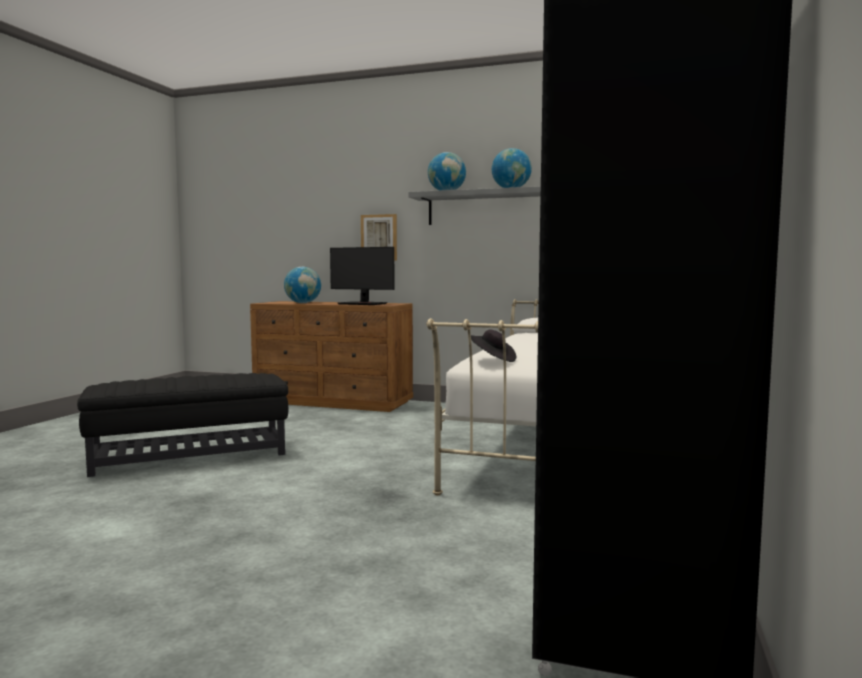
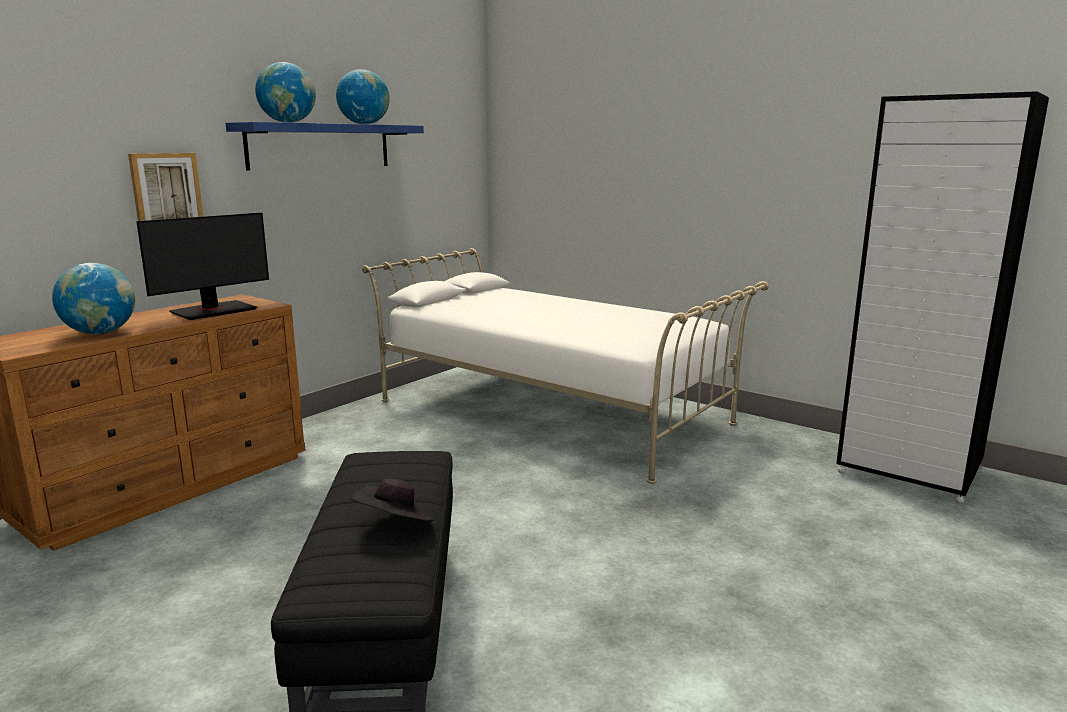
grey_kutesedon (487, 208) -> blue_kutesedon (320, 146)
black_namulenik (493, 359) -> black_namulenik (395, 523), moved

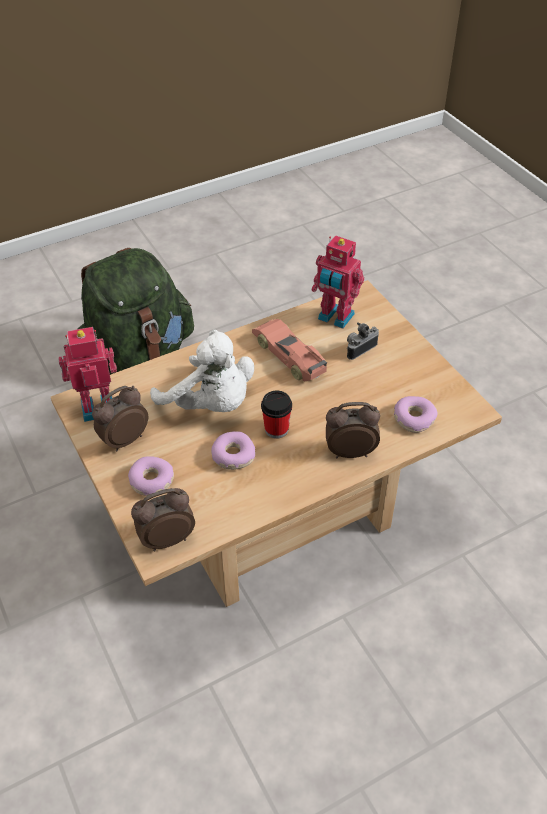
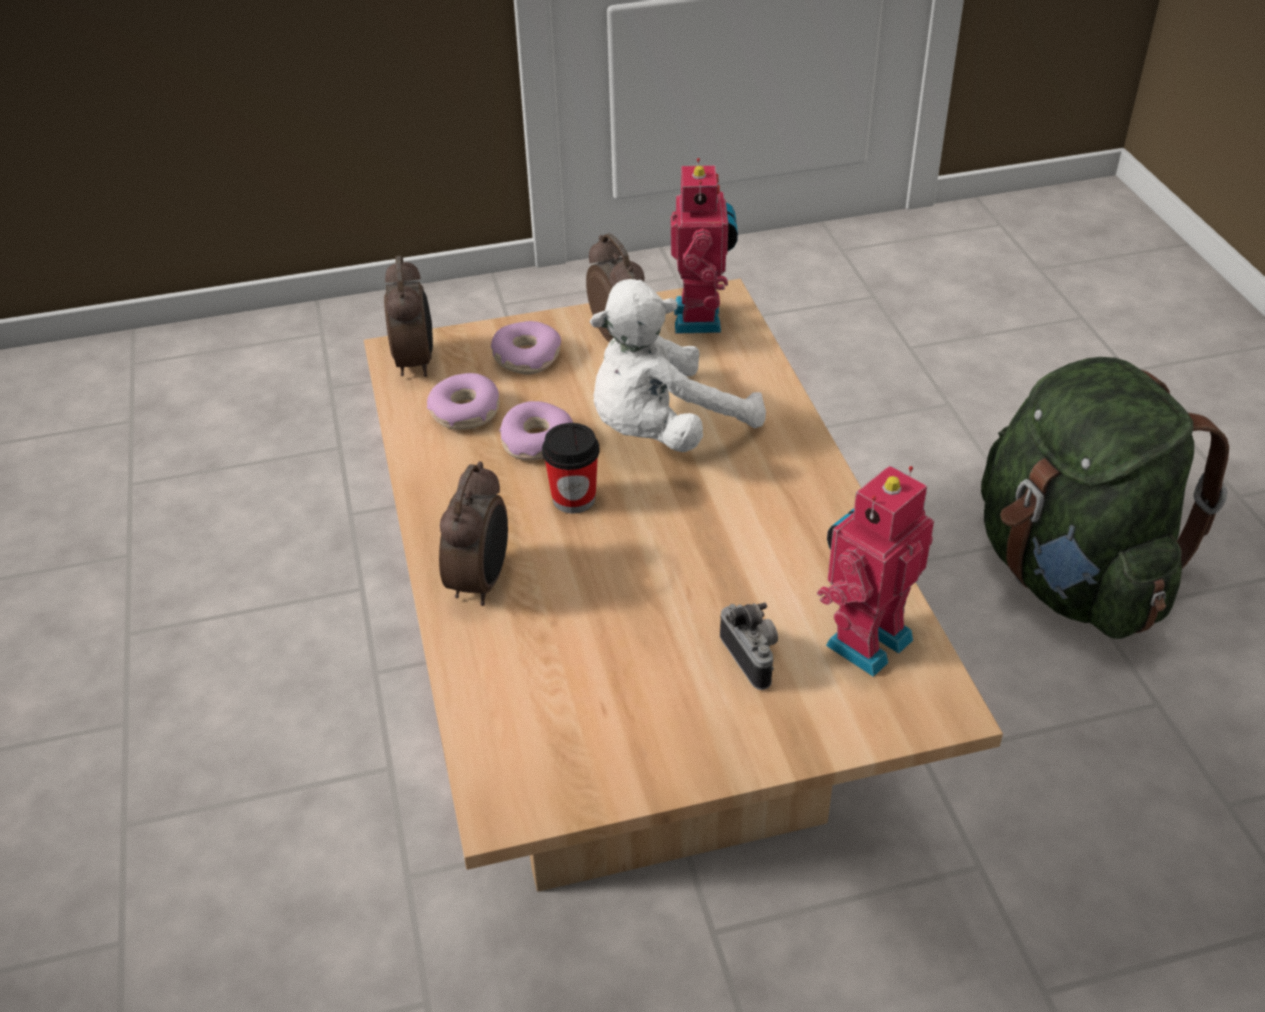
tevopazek (289, 356) -> none
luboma (413, 418) -> luboma (465, 412), moved

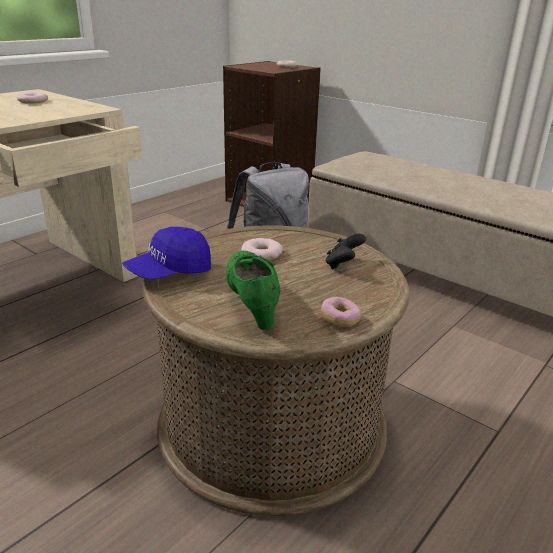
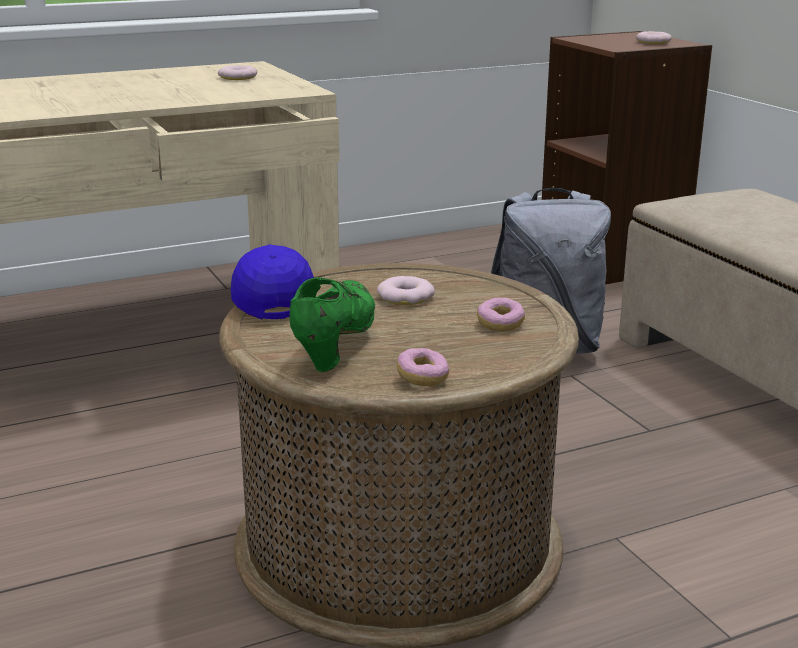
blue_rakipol (169, 272) -> blue_rakipol (272, 299), 90 degrees clockwise
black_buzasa (343, 265) -> luboma (500, 324)

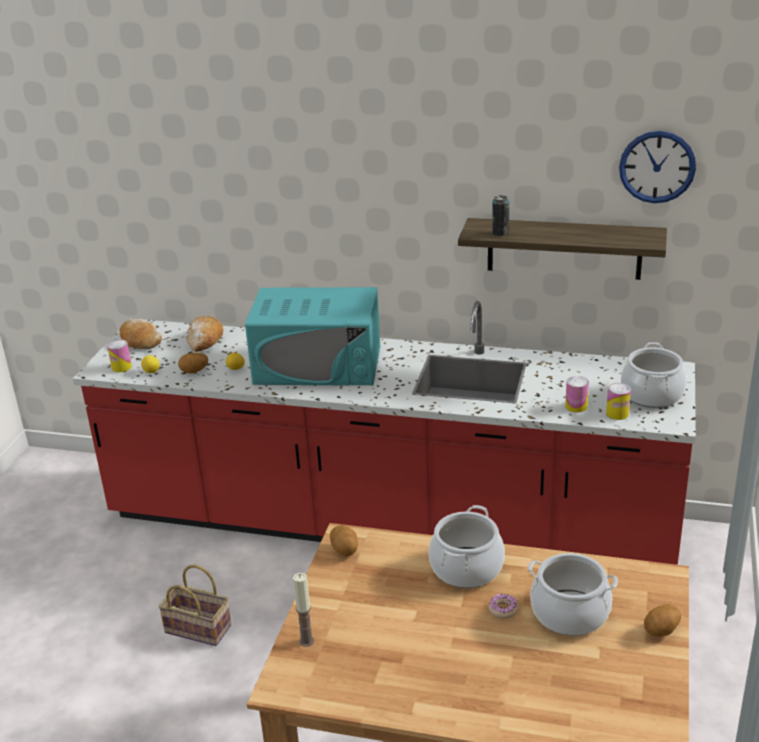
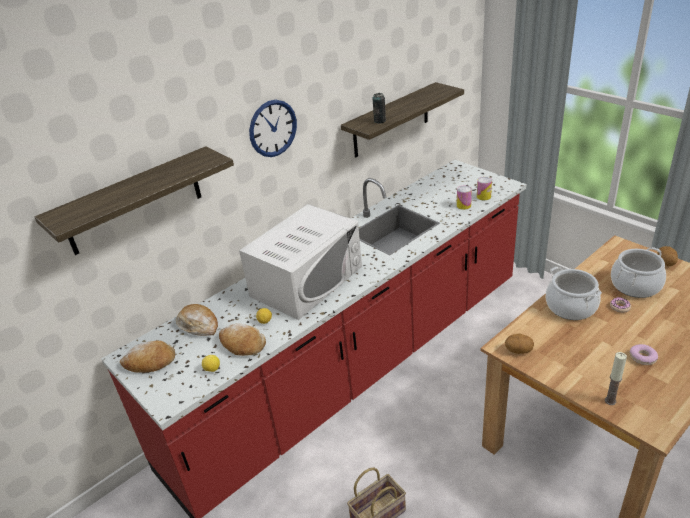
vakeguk (121, 367) -> none
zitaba (194, 371) -> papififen (242, 344)
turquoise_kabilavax (318, 365) -> white_kabilavax (307, 281)
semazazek (657, 167) -> semazazek (273, 128), moved
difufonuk (651, 395) -> none
none -> kutesedon (134, 201)
none -> luboma (642, 357)

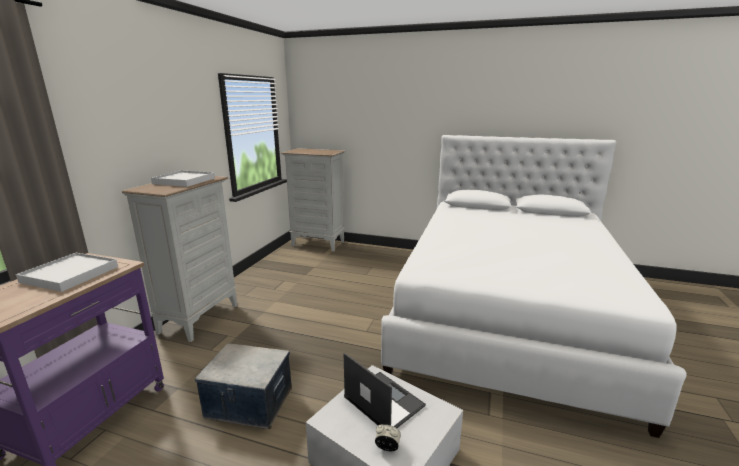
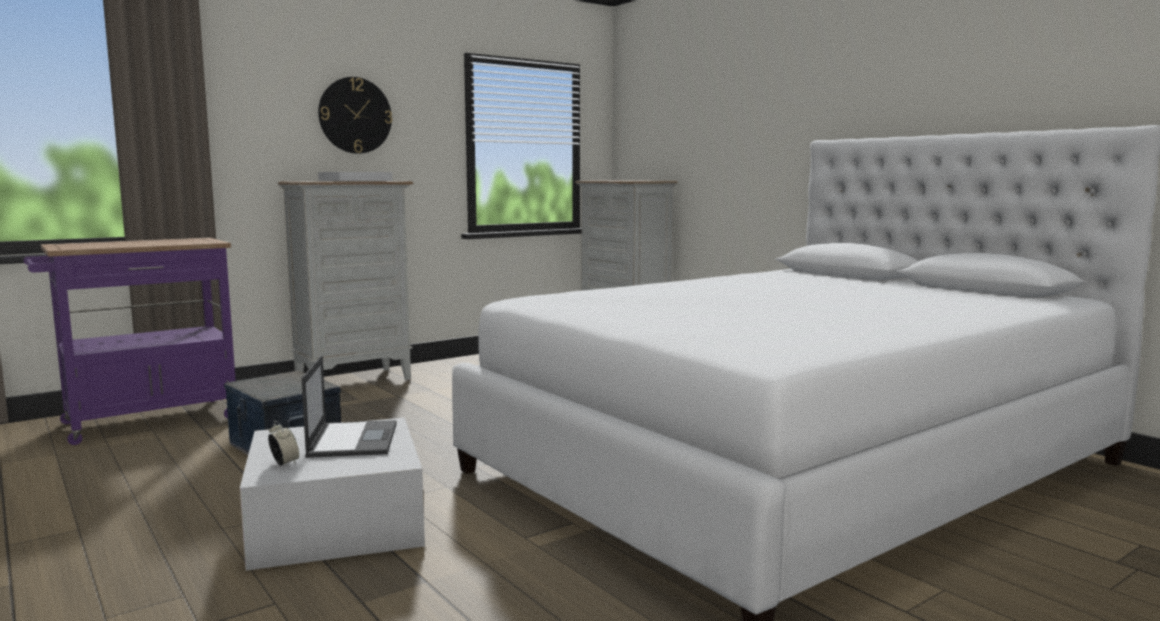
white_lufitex (70, 274) -> none
none -> semazazek (355, 115)

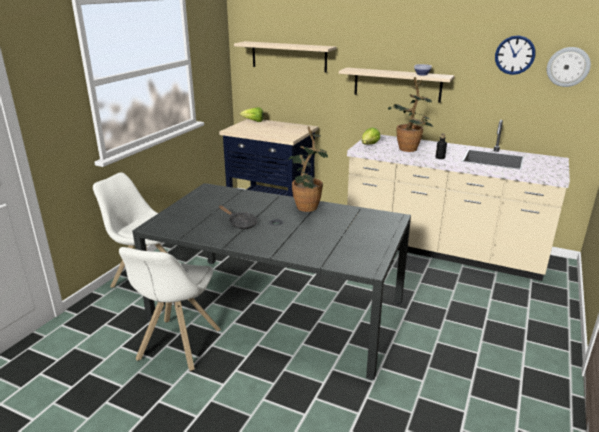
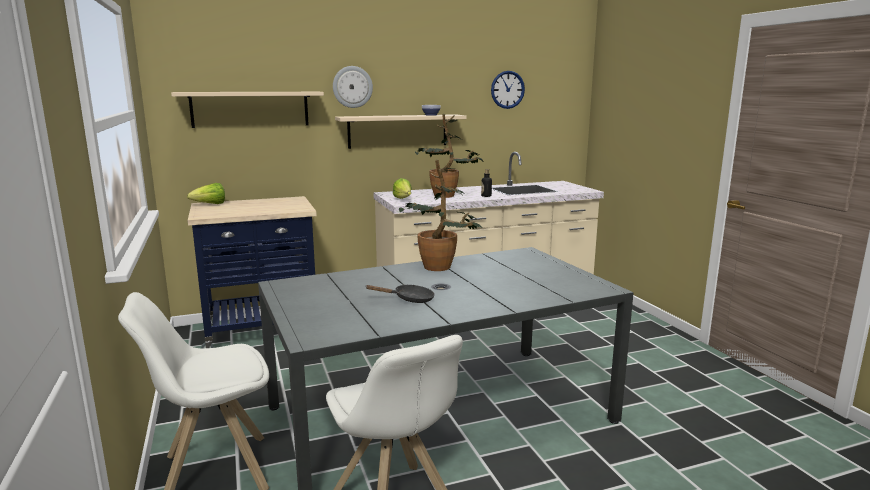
semazazek (568, 67) -> semazazek (352, 87), moved

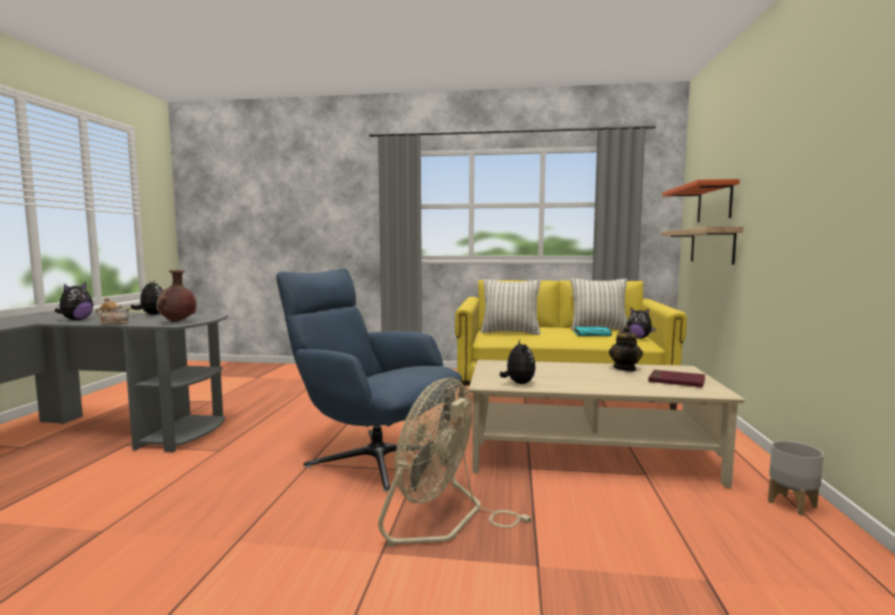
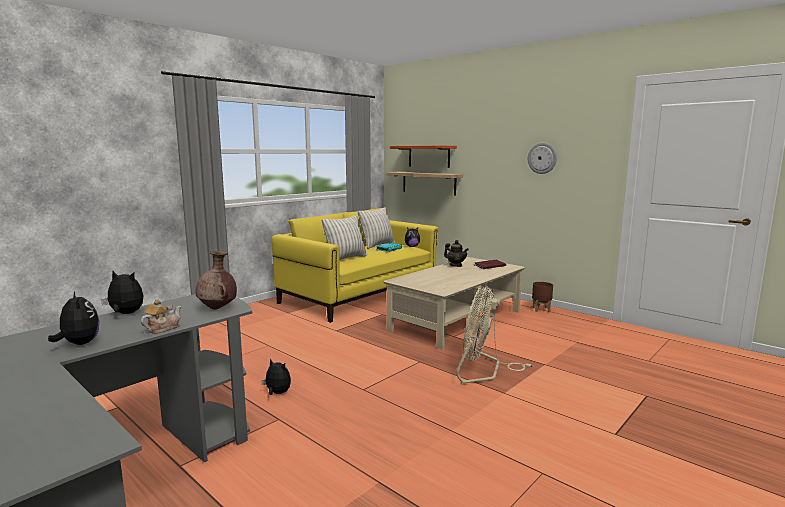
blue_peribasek (374, 456) -> none
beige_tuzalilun (451, 516) -> beige_tuzalilun (485, 368), 45 degrees clockwise
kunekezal (518, 383) -> kunekezal (277, 393), moved
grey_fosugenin (793, 504) -> brown_fosugenin (541, 309)
none -> semazazek (542, 158)

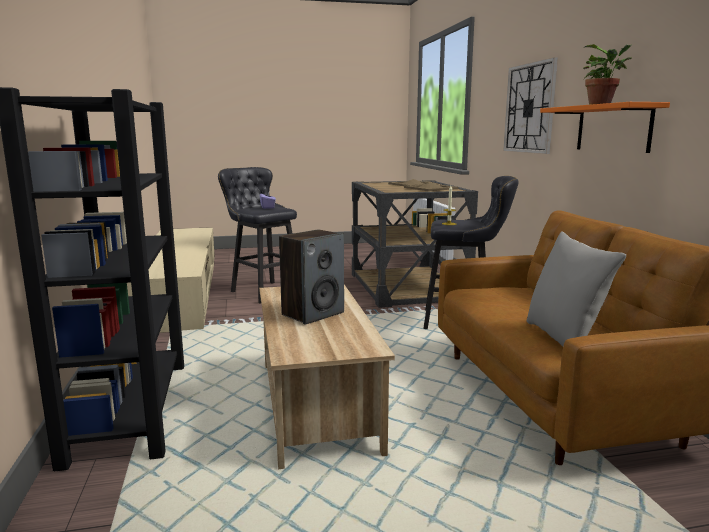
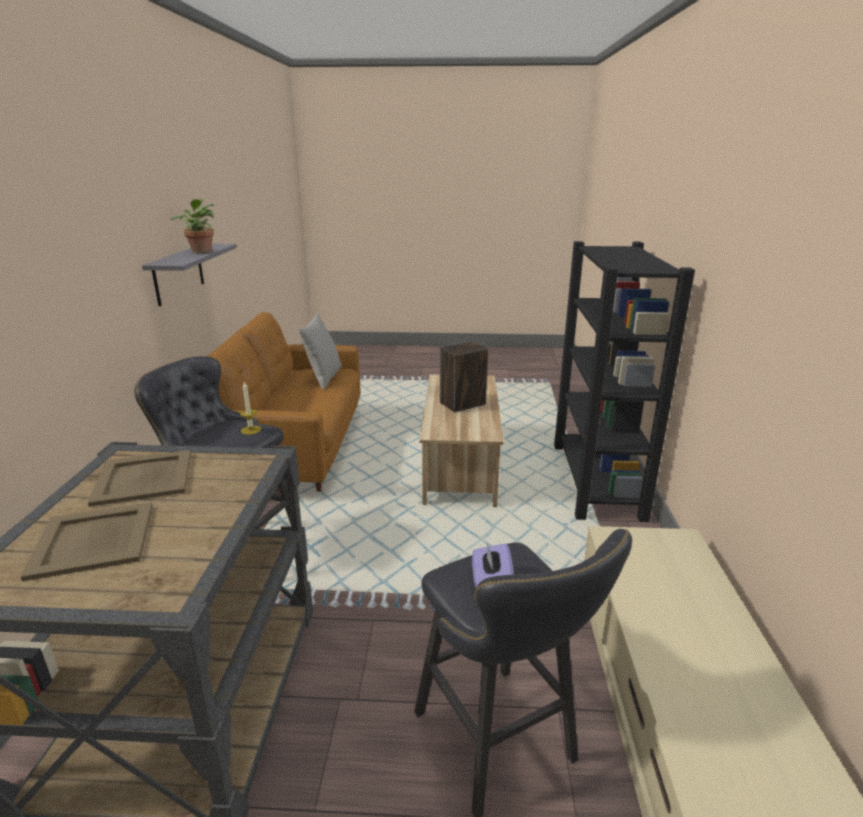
semazazek (529, 108) -> none
orange_kutesedon (613, 128) -> grey_kutesedon (178, 273)

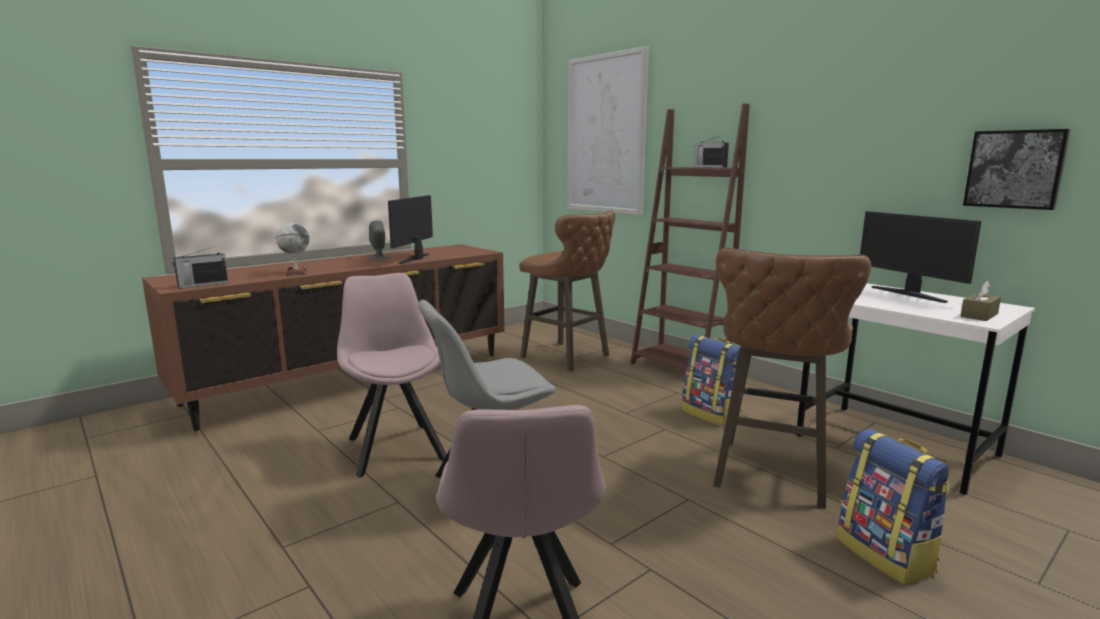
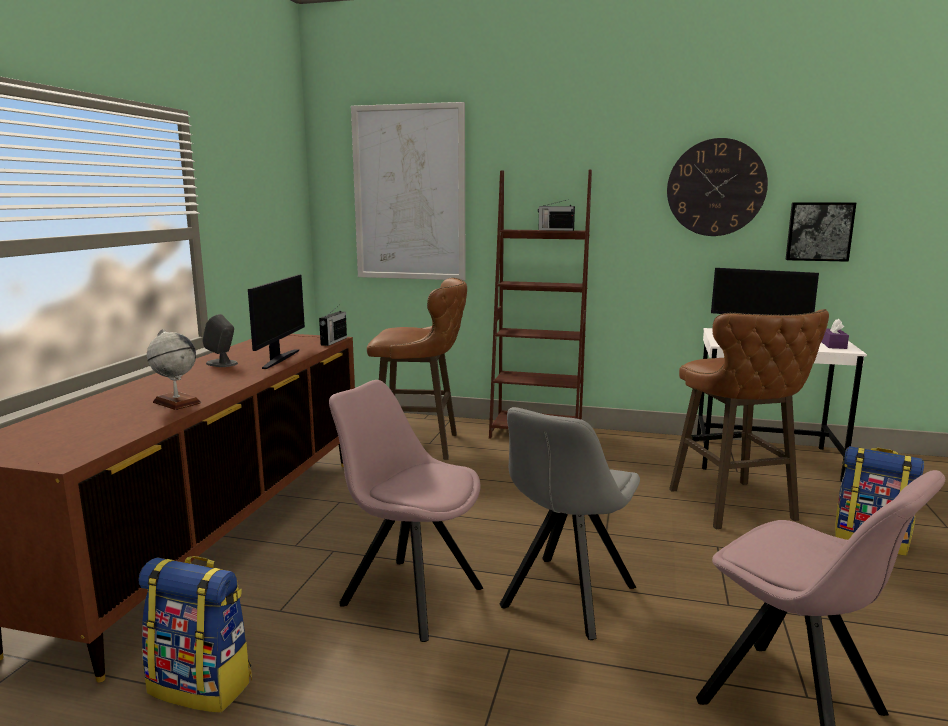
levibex (202, 285) -> levibex (333, 341), moved
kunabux (416, 259) -> kunabux (279, 359), 150 degrees counterclockwise
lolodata (712, 415) -> lolodata (202, 685), moved
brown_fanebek (979, 315) -> purple_fanebek (833, 345)
none -> semazazek (716, 187)

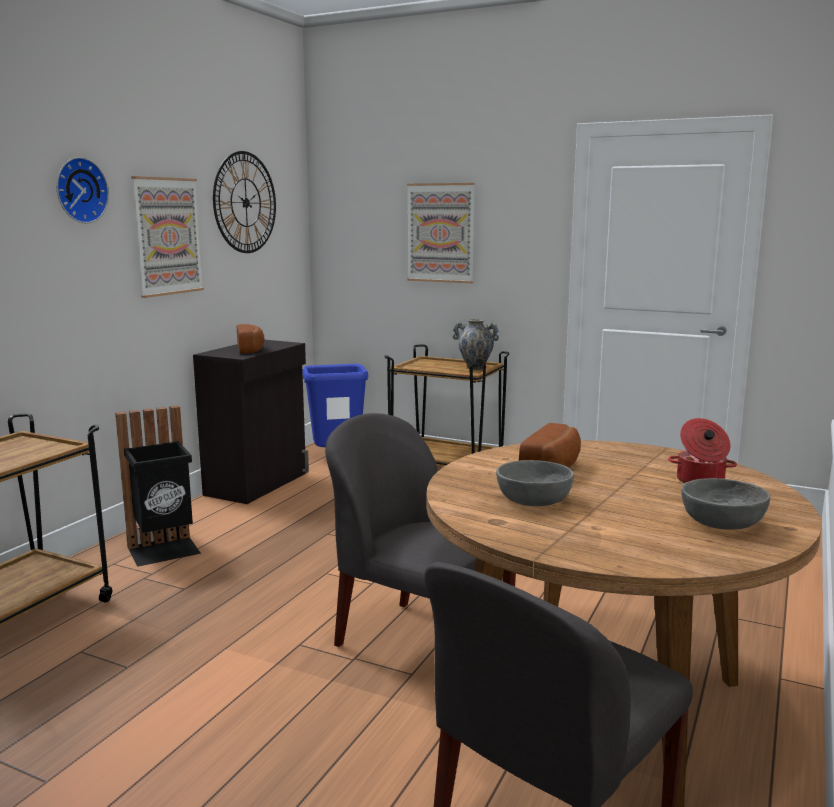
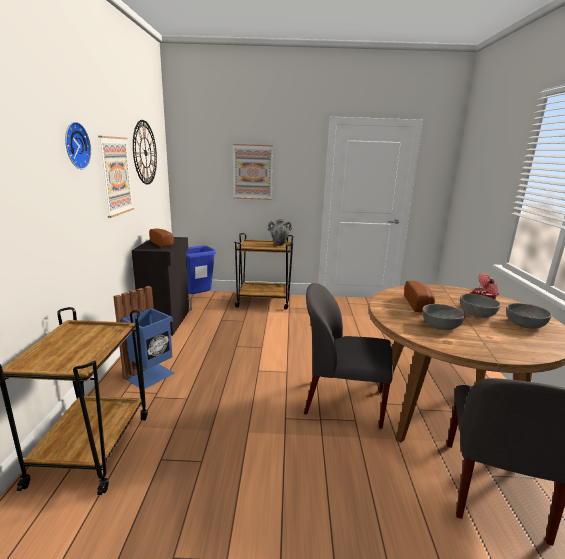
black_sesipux (165, 551) -> blue_sesipux (151, 376)
none -> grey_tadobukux (477, 313)

